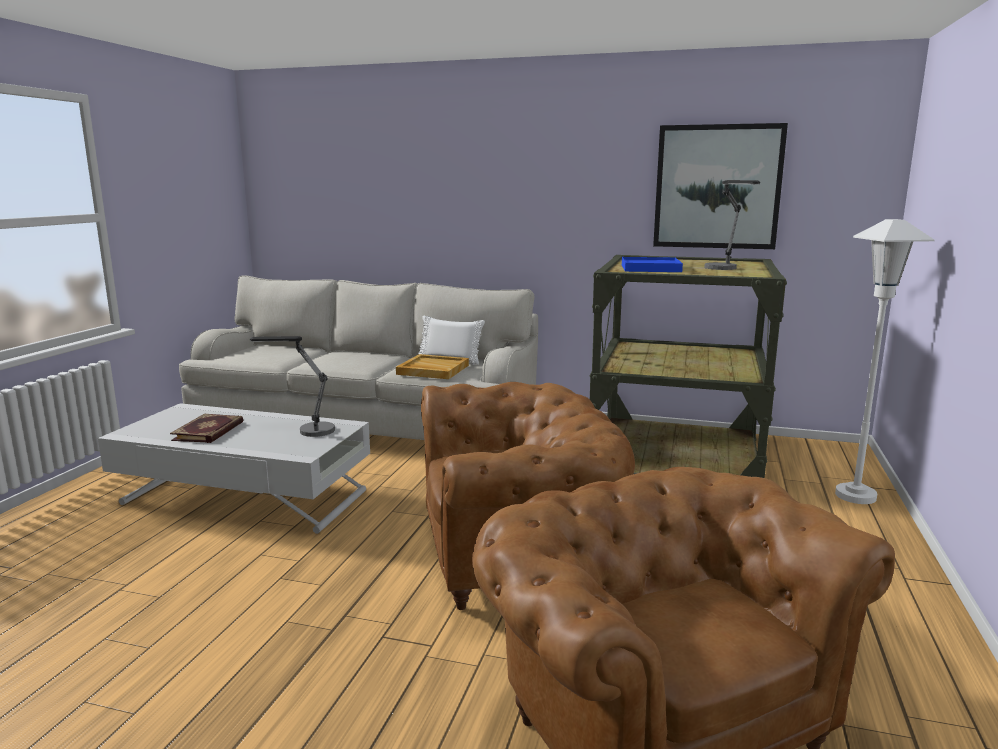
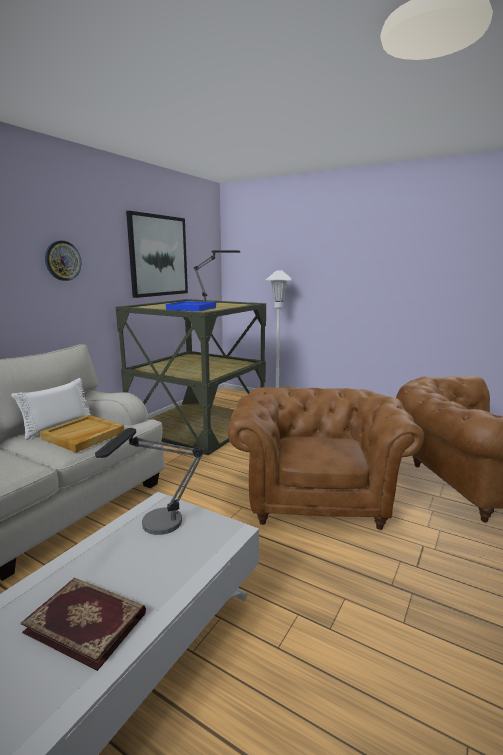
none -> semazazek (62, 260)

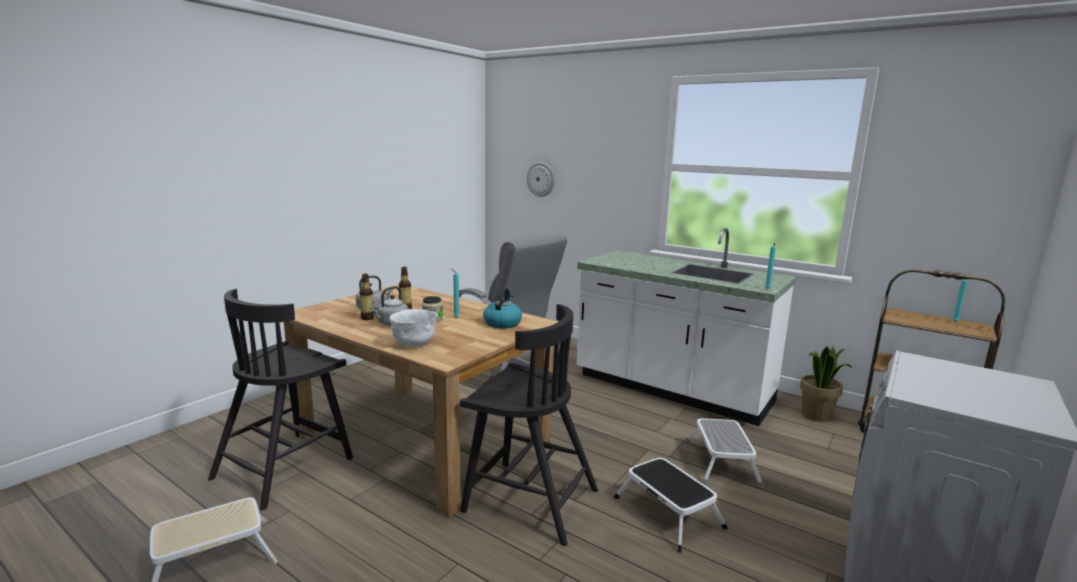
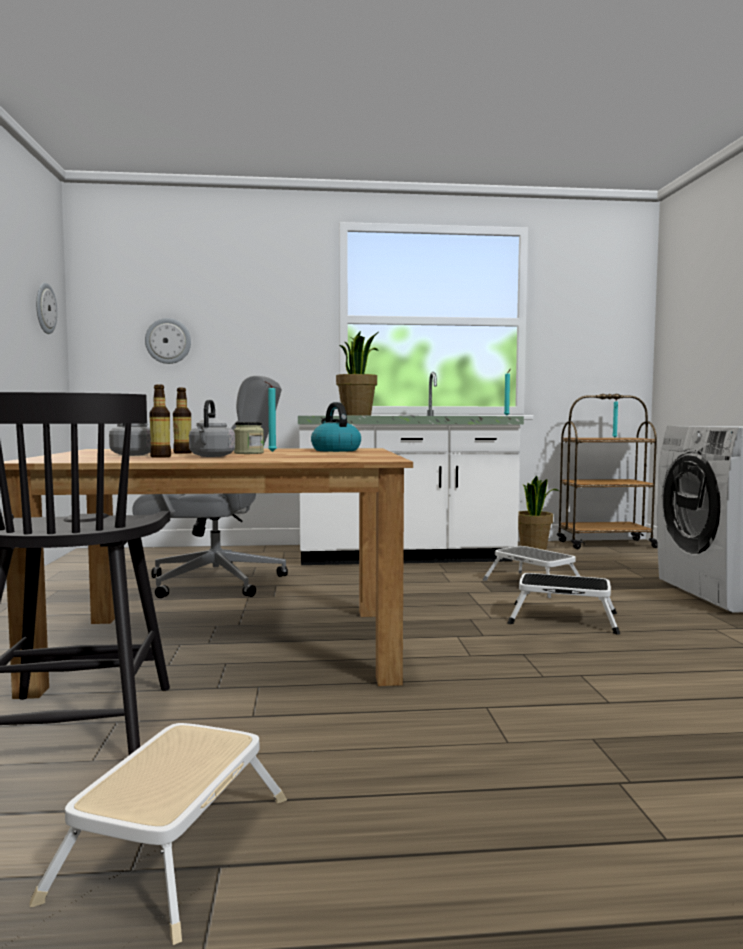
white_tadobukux (414, 344) -> none
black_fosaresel (528, 499) -> none
none -> semazazek (45, 308)
none -> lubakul (357, 415)

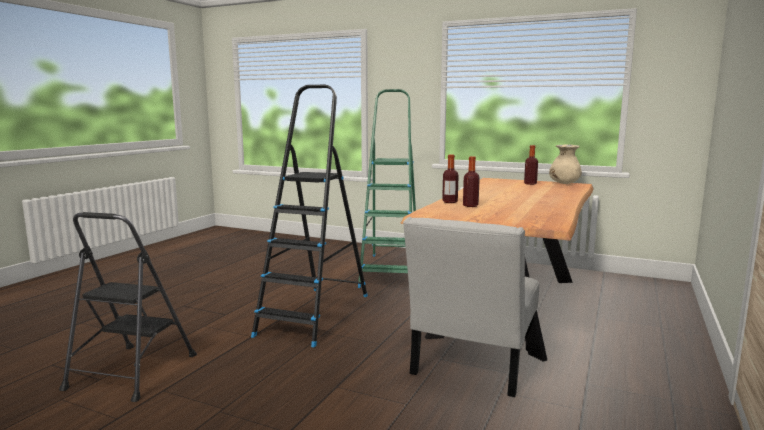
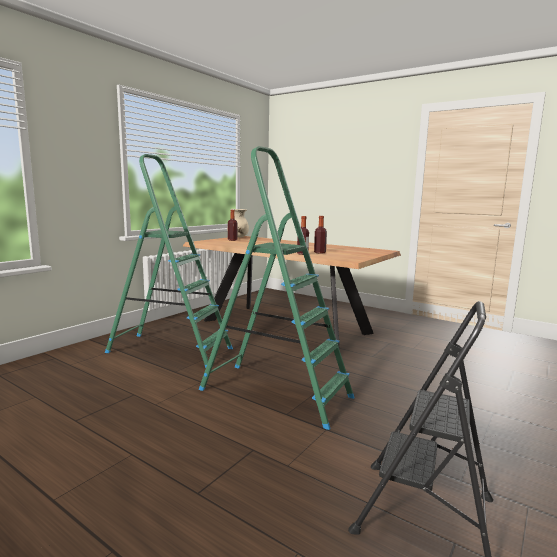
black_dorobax (314, 314) -> green_dorobax (276, 393)
white_fosaresel (471, 365) -> none

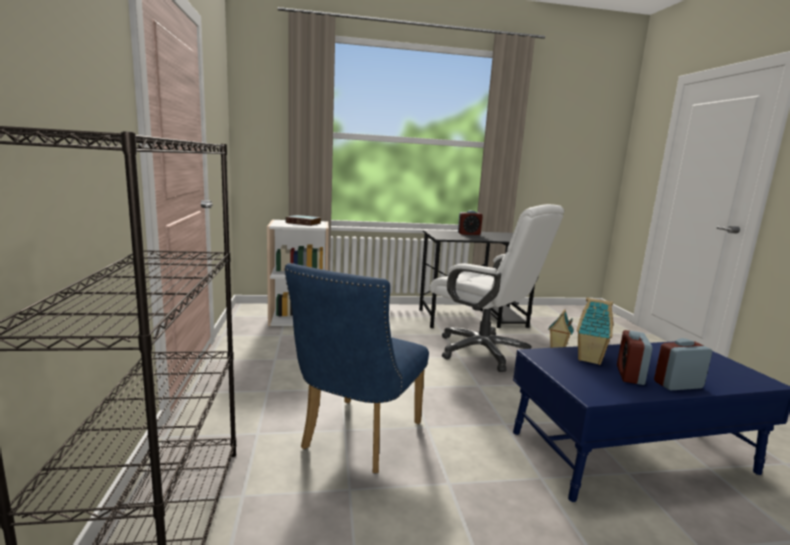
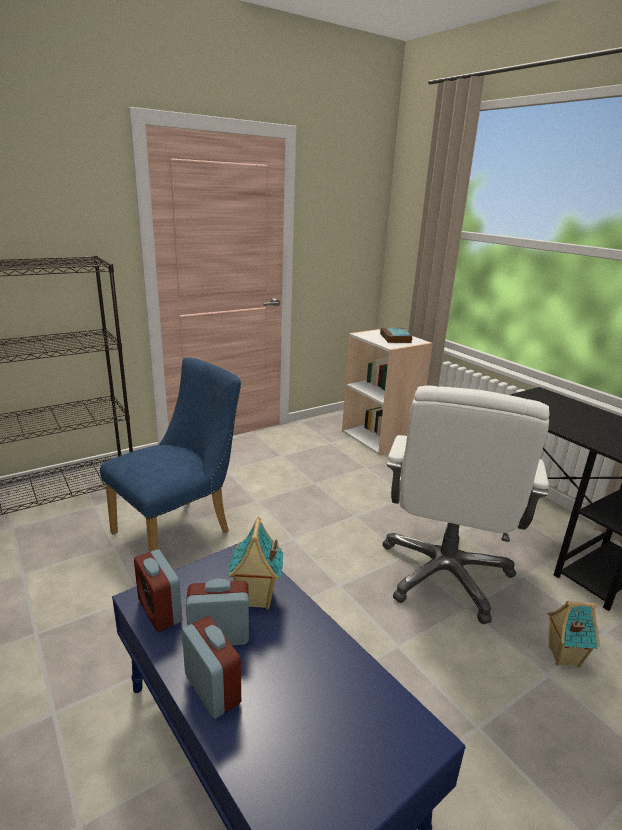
blue_fosaresel (356, 439) -> blue_fosaresel (180, 530), 135 degrees clockwise
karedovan (469, 234) -> karedovan (160, 611), moved

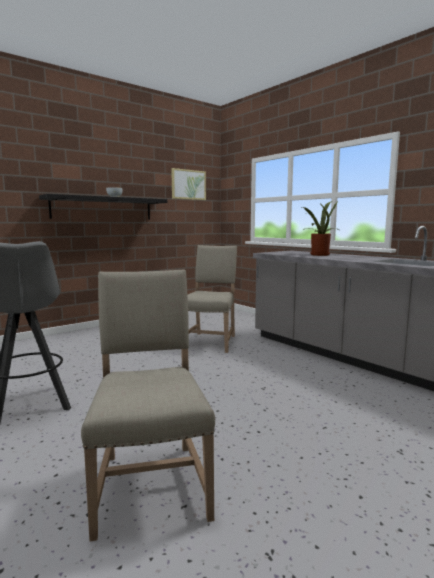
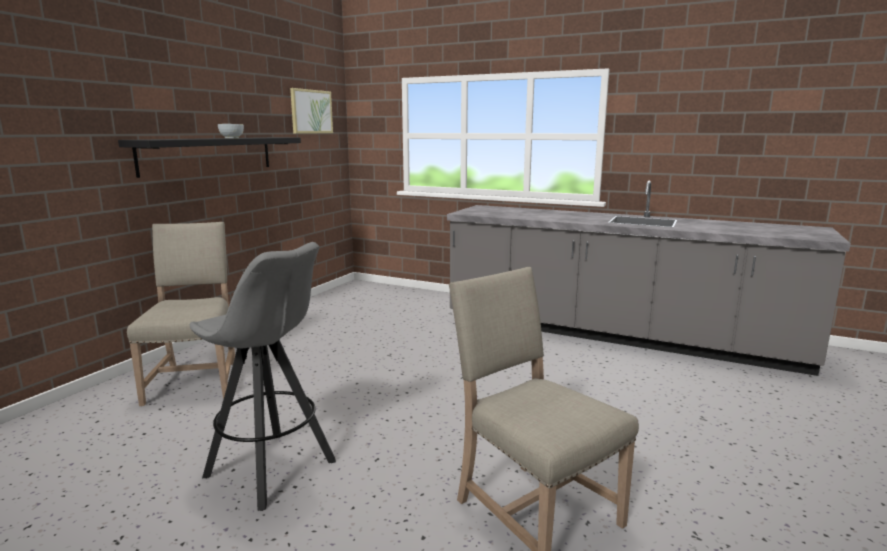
beige_fosaresel (210, 341) -> beige_fosaresel (196, 380), moved
lubakul (318, 254) -> none

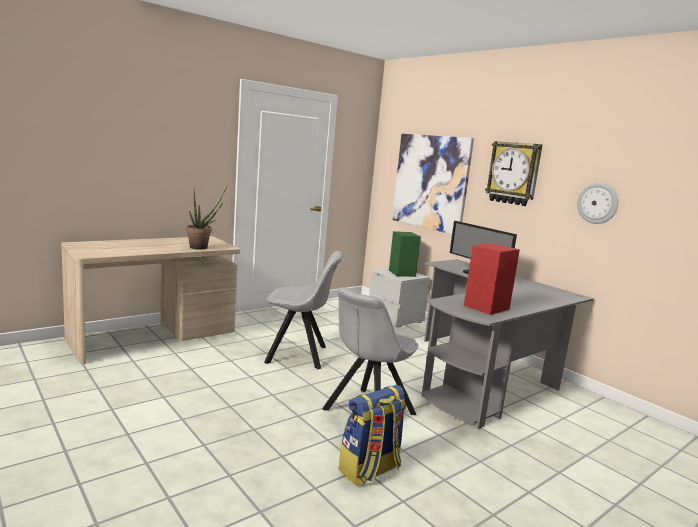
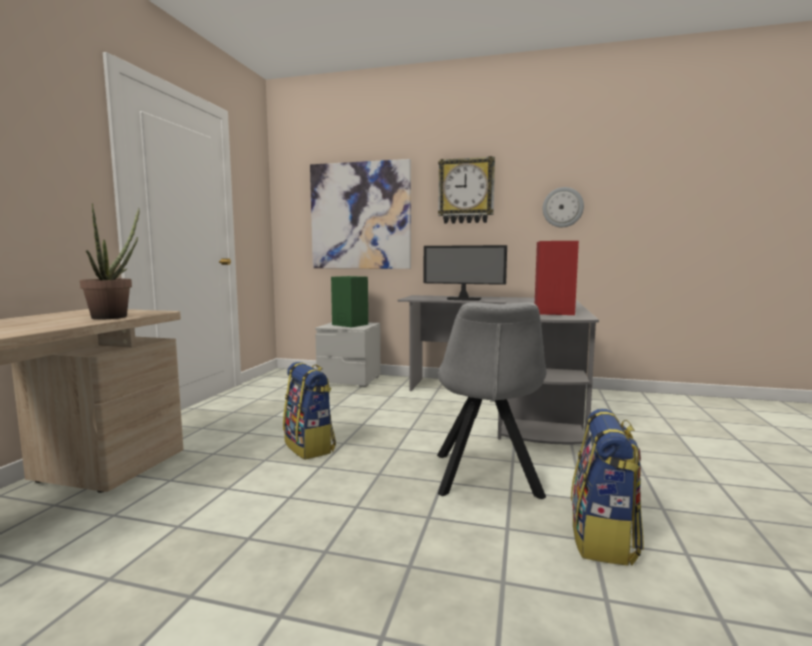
grey_fosaresel (298, 355) -> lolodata (310, 447)

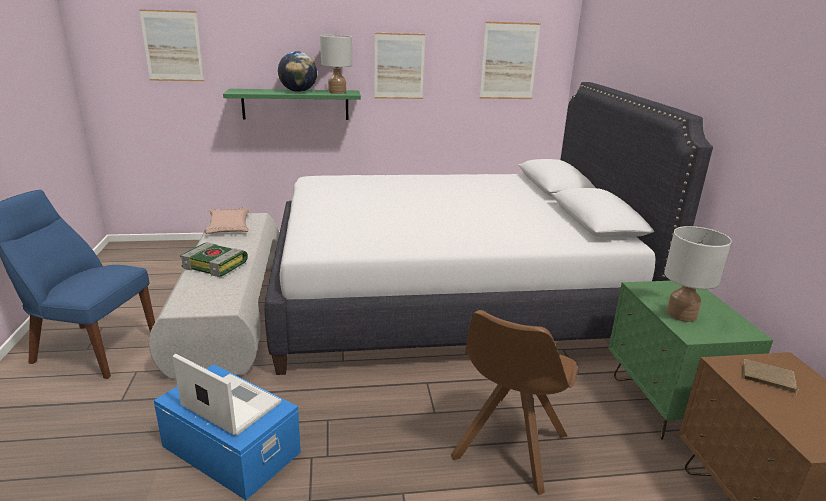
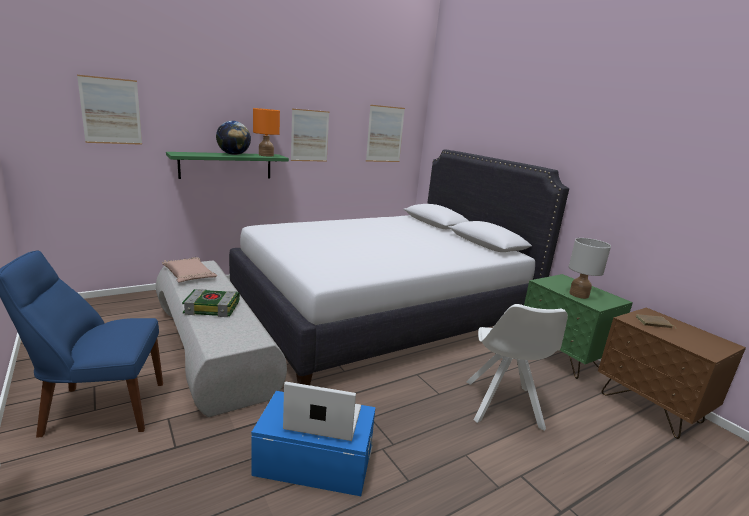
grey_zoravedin (337, 92) -> orange_zoravedin (266, 155)
brown_fosaresel (508, 448) -> white_fosaresel (503, 406)

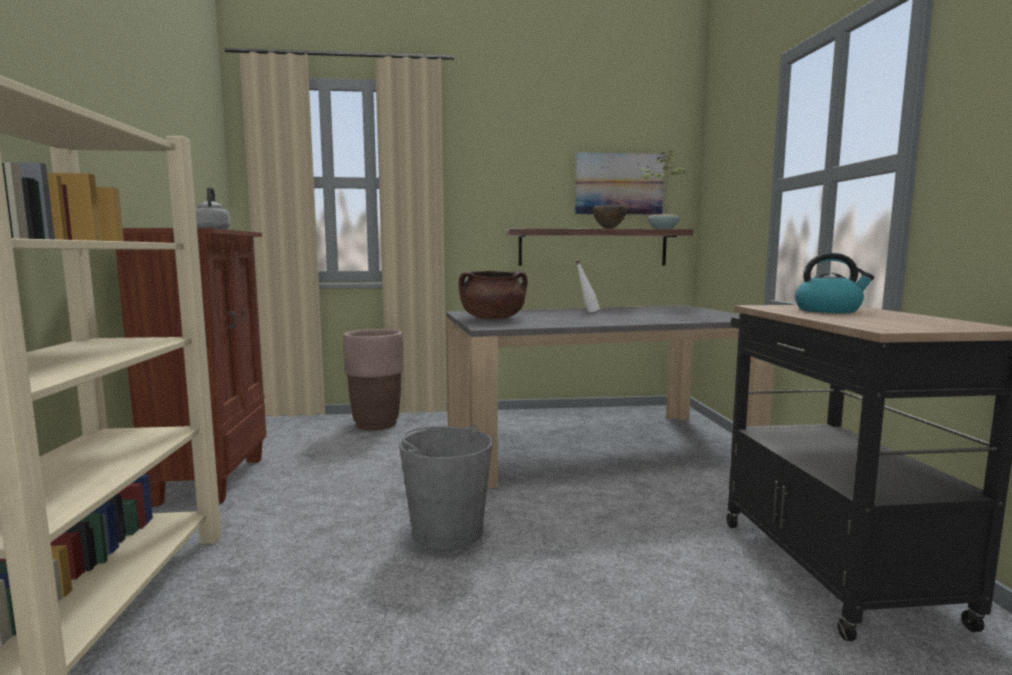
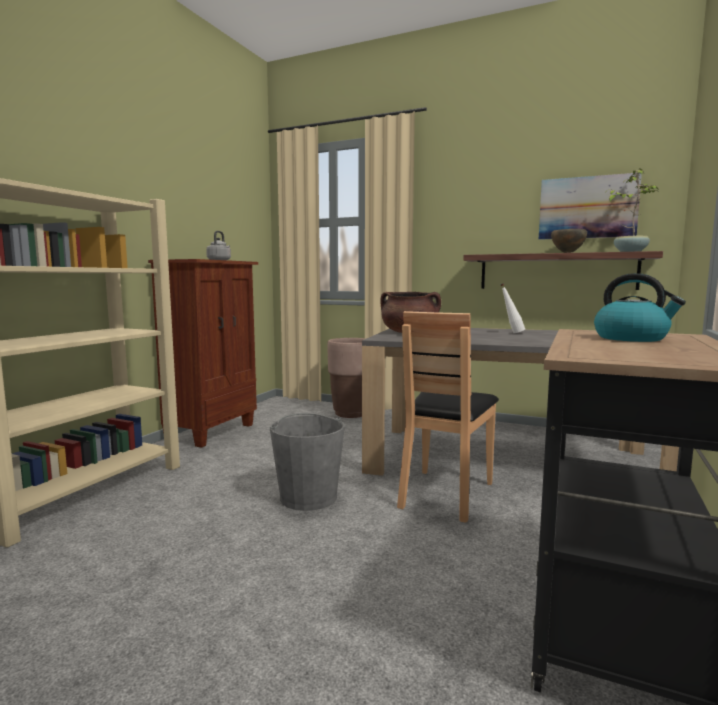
none -> brown_fosaresel (445, 494)

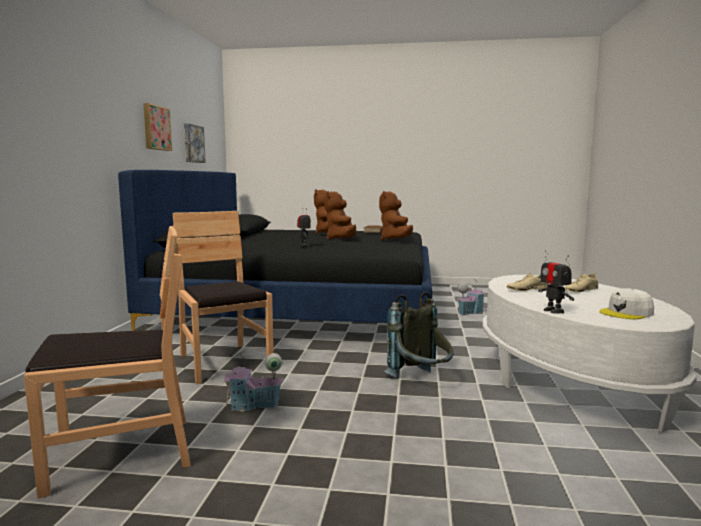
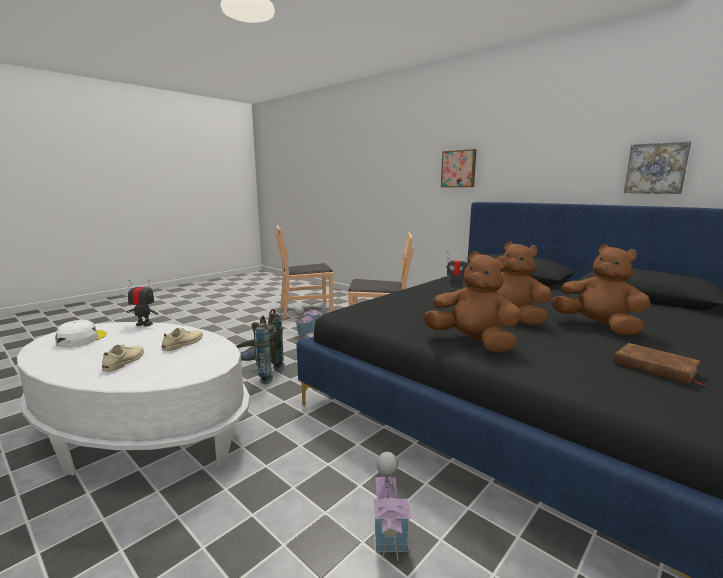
brown_fosaresel (121, 453) -> brown_fosaresel (306, 310), 60 degrees clockwise
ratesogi (156, 128) -> ratesogi (459, 169), moved

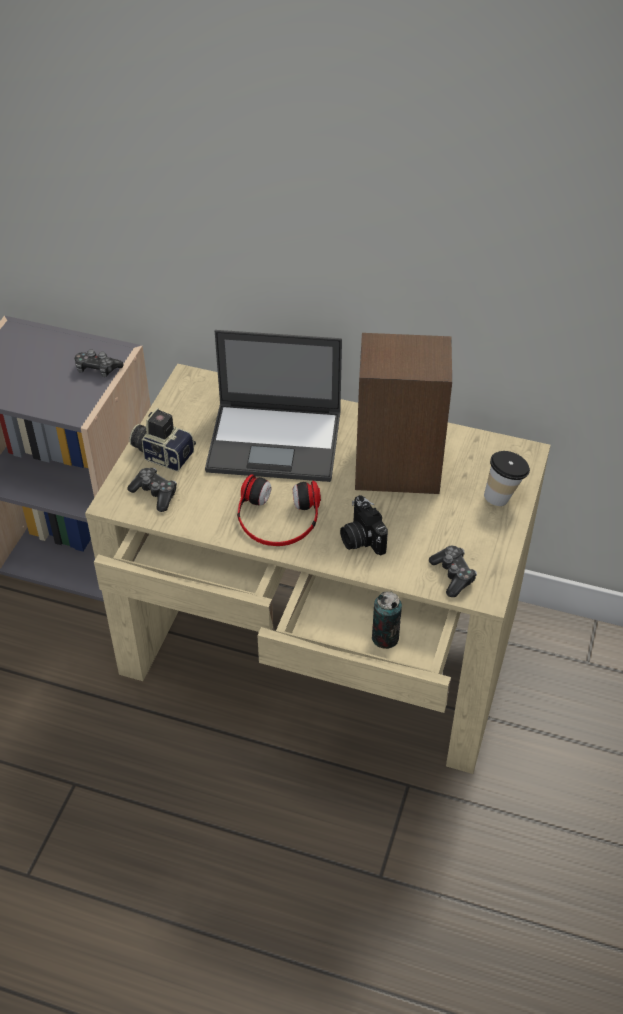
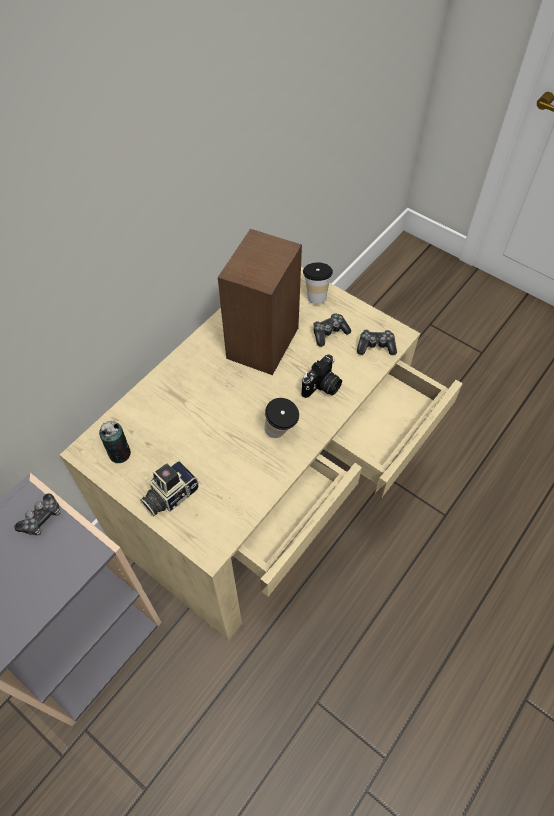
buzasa (155, 494) -> buzasa (329, 333), moved
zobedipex (276, 442) -> none
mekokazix (278, 518) -> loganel (280, 433)
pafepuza (361, 538) -> pafepuza (322, 387), 45 degrees counterclockwise
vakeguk (385, 638) -> vakeguk (119, 454), moved

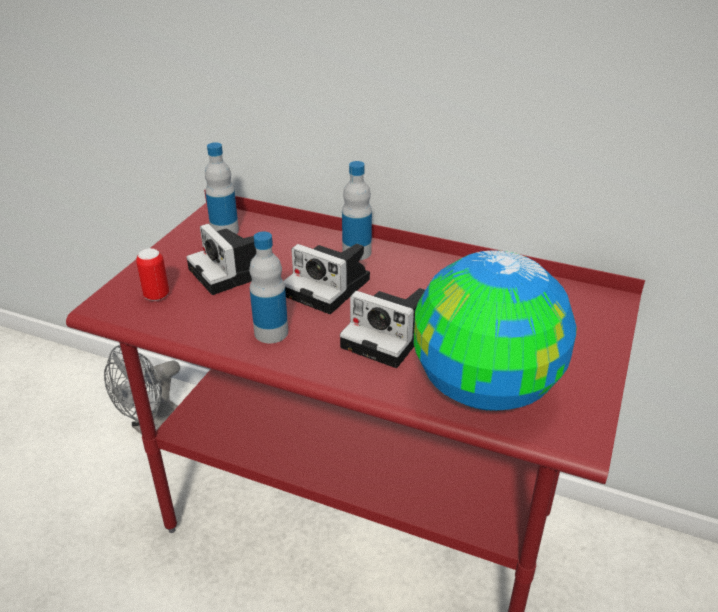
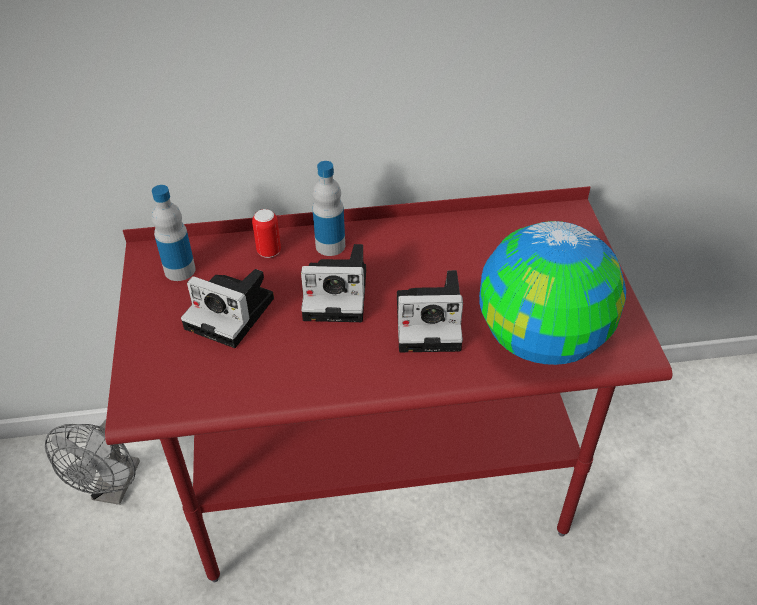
vakeguk (156, 295) -> vakeguk (269, 251), moved
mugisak (271, 332) -> none

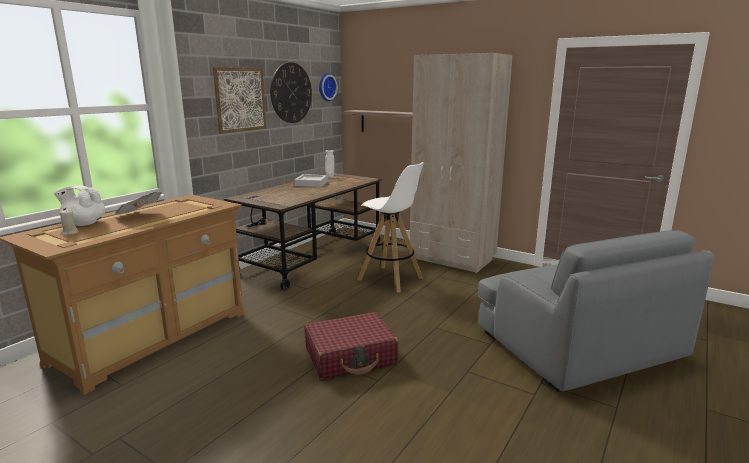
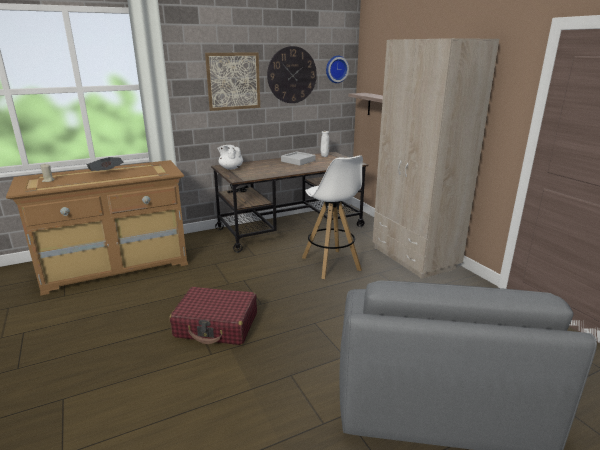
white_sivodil (84, 223) -> white_sivodil (230, 168), moved

